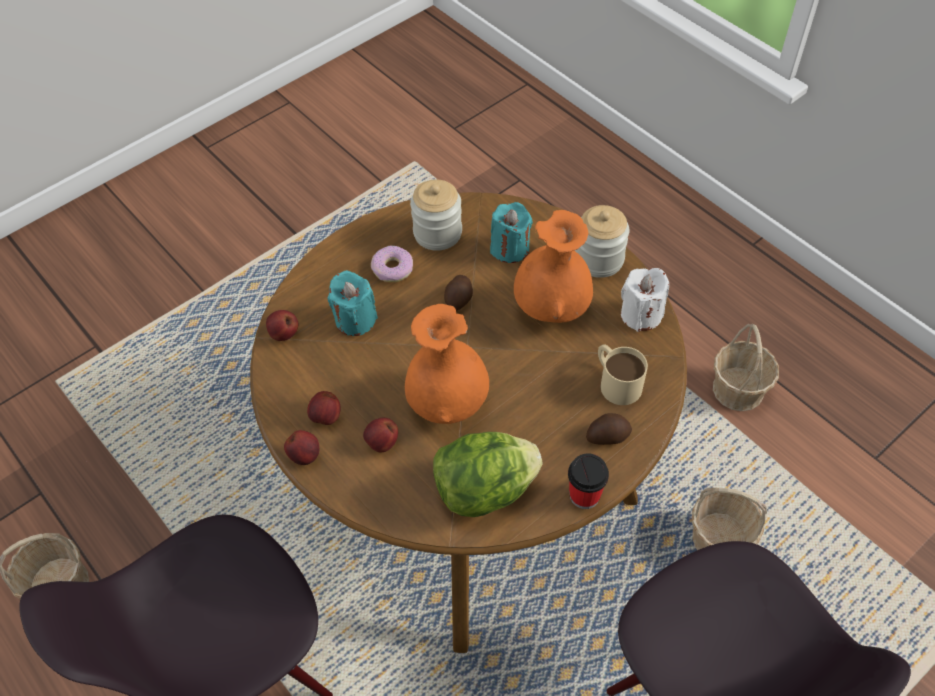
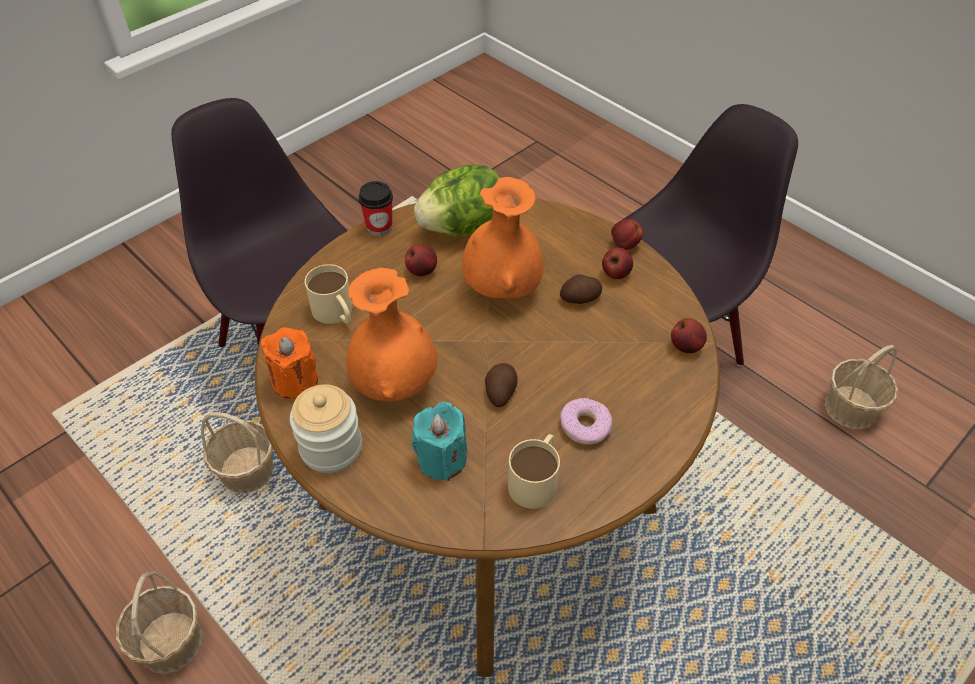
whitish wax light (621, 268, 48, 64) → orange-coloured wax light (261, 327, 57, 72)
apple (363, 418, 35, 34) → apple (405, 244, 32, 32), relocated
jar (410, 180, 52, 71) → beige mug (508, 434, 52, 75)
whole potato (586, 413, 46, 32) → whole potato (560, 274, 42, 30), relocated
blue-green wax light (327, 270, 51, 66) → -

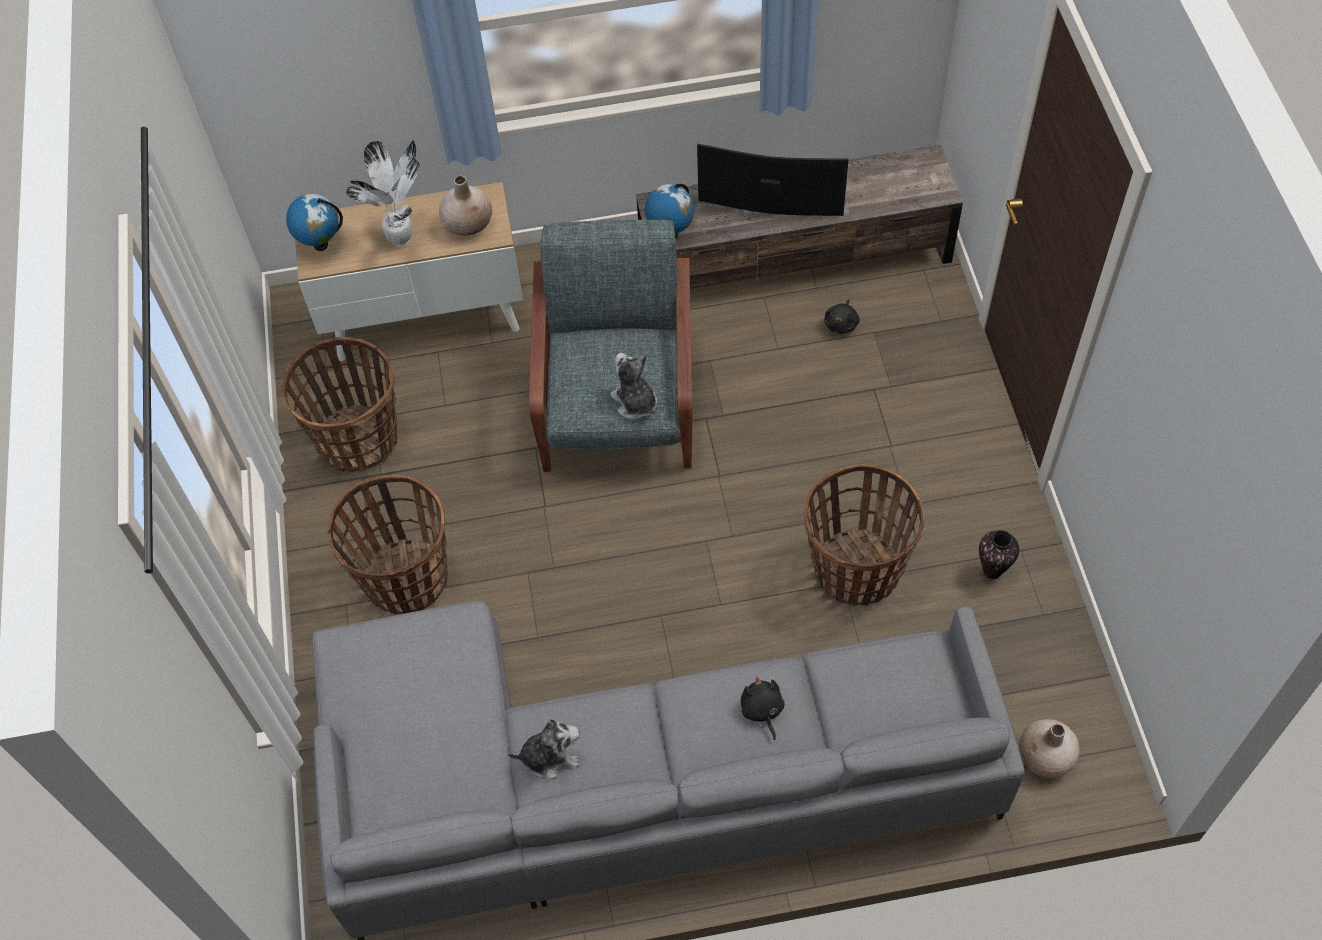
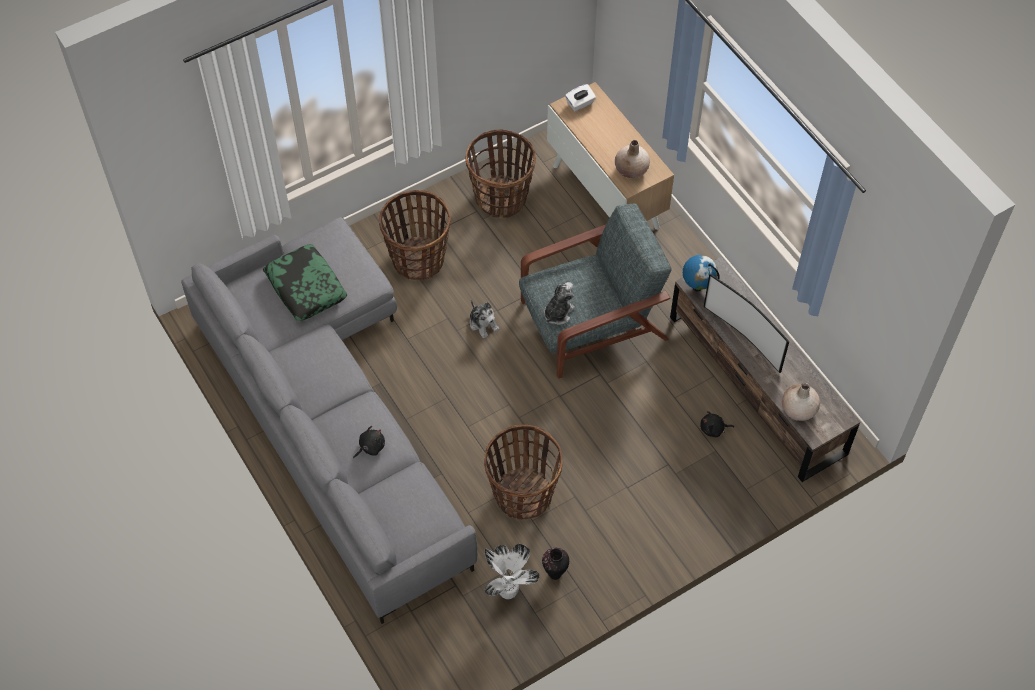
- → pillow (263, 245, 84, 76)
plush toy (508, 720, 72, 59) → plush toy (470, 300, 29, 38), relocated
houseplant (346, 140, 74, 106) → houseplant (485, 544, 55, 55), relocated
desk globe (286, 194, 57, 57) → whitish tissue box (565, 84, 31, 27)
television (697, 144, 152, 72) → television (704, 273, 85, 100), 150 degrees clockwise
beige decorative vase (1019, 719, 60, 59) → beige decorative vase (782, 383, 38, 38), relocated

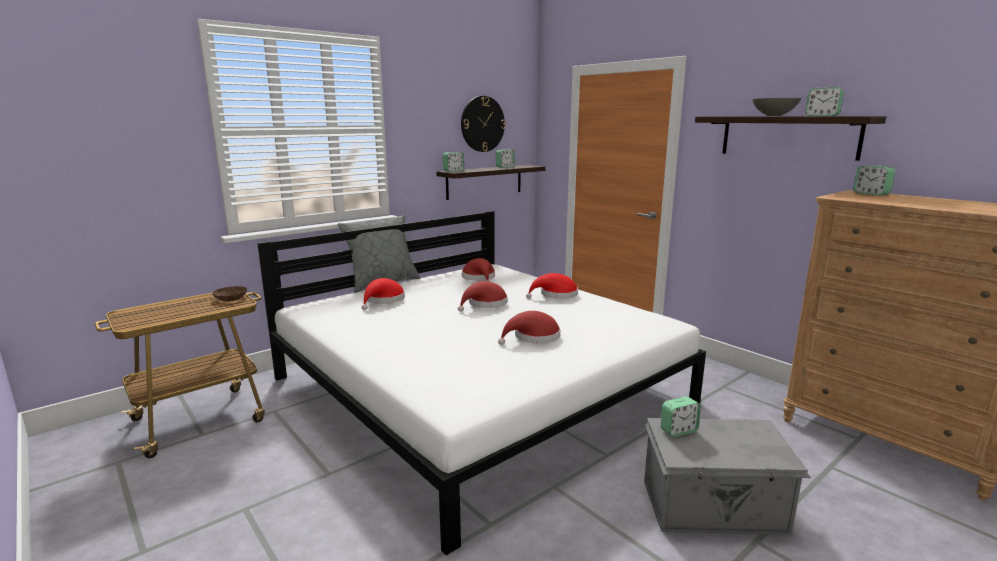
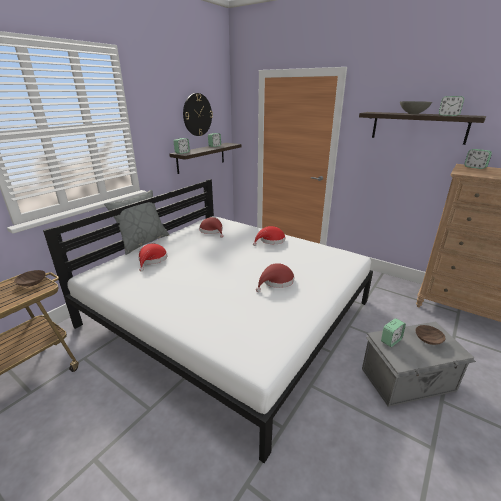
- → brownish deep dish (415, 325, 30, 20)
red-coloured hat (458, 281, 50, 31) → -

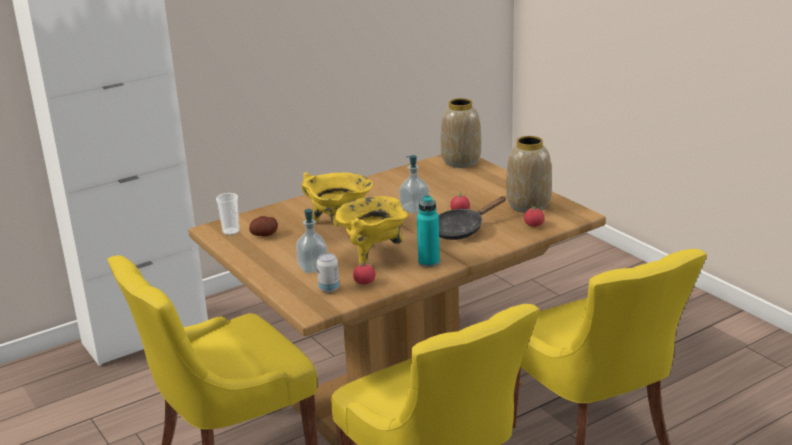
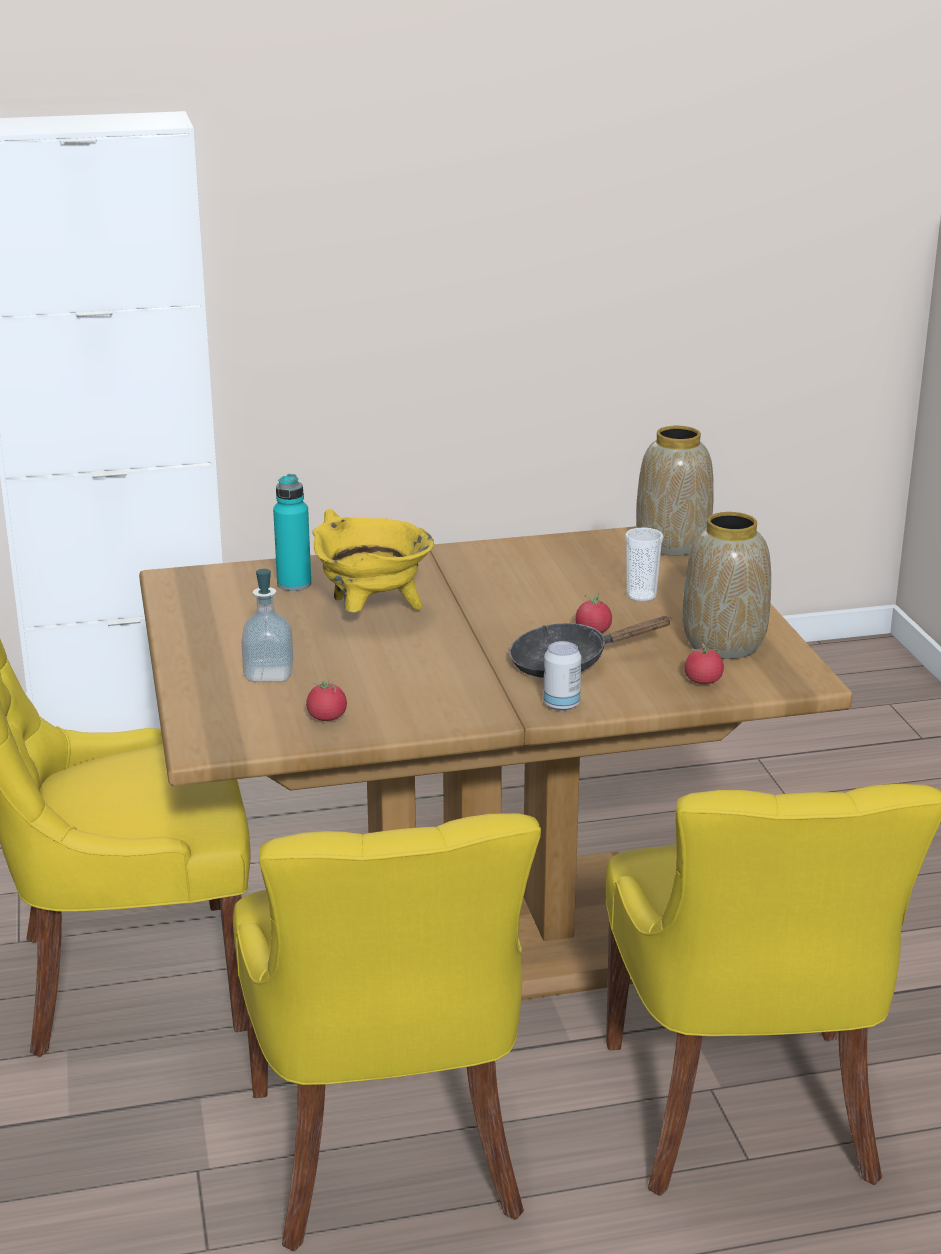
blue-green beverage bottle (417, 195, 23, 72) → blue-green beverage bottle (273, 474, 38, 117), relocated
sealed can (317, 253, 22, 40) → sealed can (543, 641, 38, 70), relocated
cup (216, 193, 23, 42) → cup (625, 527, 39, 75), relocated
whole potato (249, 216, 29, 20) → -
yellow saucepot (336, 196, 72, 69) → -
soap bottle (399, 155, 30, 59) → -

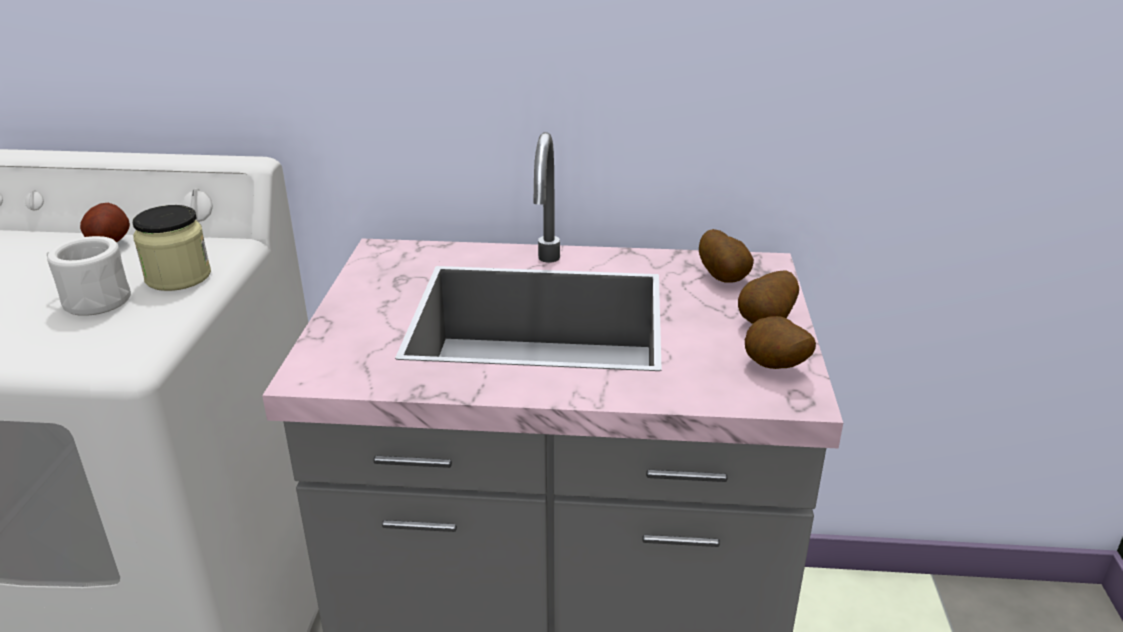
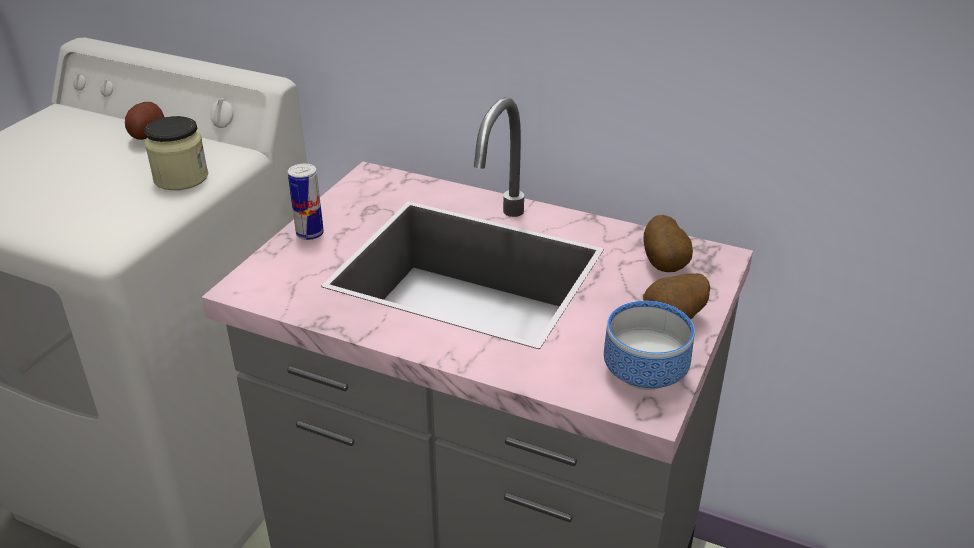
- → sealed can (288, 164, 36, 76)
whole potato (745, 316, 71, 53) → deep dish (604, 301, 91, 89)
whitish mug (47, 236, 84, 80) → -

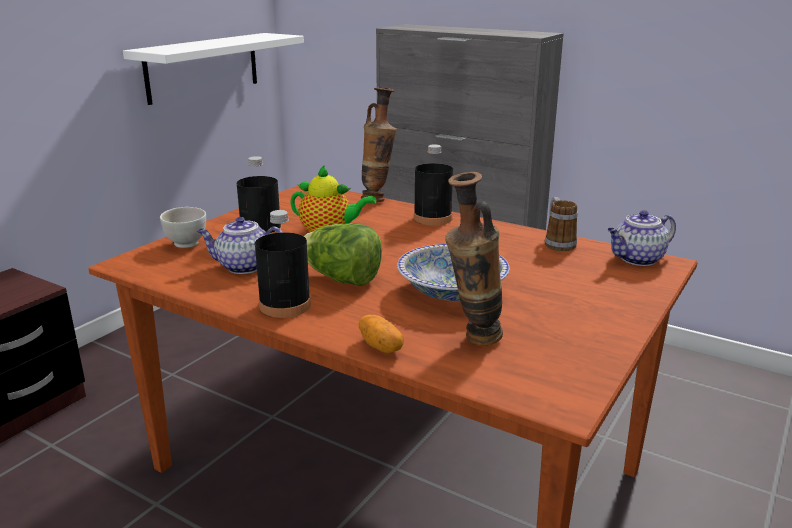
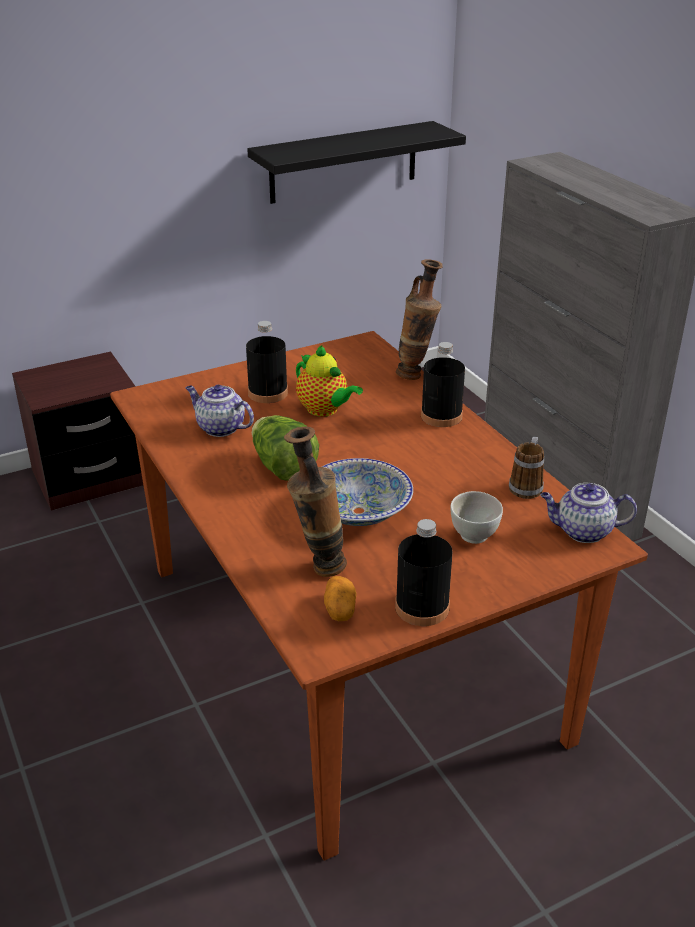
whitish shelf (123, 33, 181, 72) → black shelf (247, 121, 219, 83)
whole potato (359, 315, 45, 38) → whole potato (324, 576, 33, 45), relocated
black beverage bottle (255, 210, 56, 108) → black beverage bottle (395, 519, 58, 107), relocated
whitish deep dish (160, 207, 46, 41) → whitish deep dish (450, 491, 53, 53), relocated

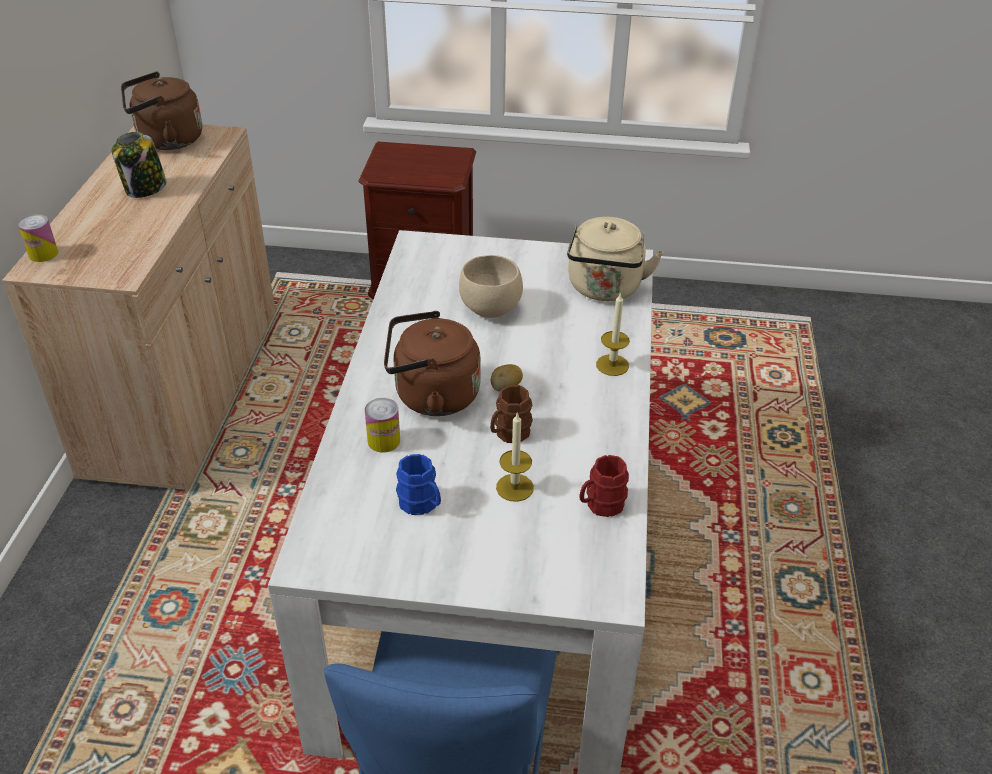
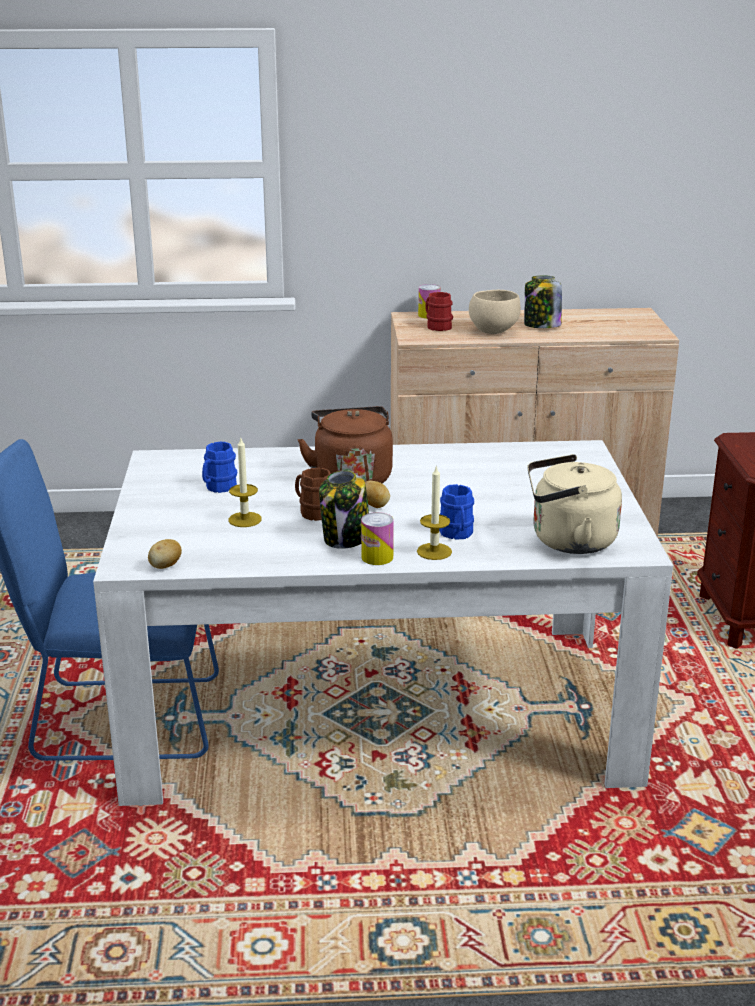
- → whole potato (148, 539, 34, 30)
- → jar (319, 470, 50, 79)
sealed can (365, 398, 35, 54) → sealed can (361, 512, 33, 53), relocated
red-coloured mug (579, 455, 50, 62) → red-coloured mug (425, 292, 28, 39), relocated
- → blue mug (439, 484, 35, 56)
beige deep dish (459, 255, 64, 63) → beige deep dish (469, 290, 52, 44), relocated
brownish kettle (121, 72, 81, 78) → -

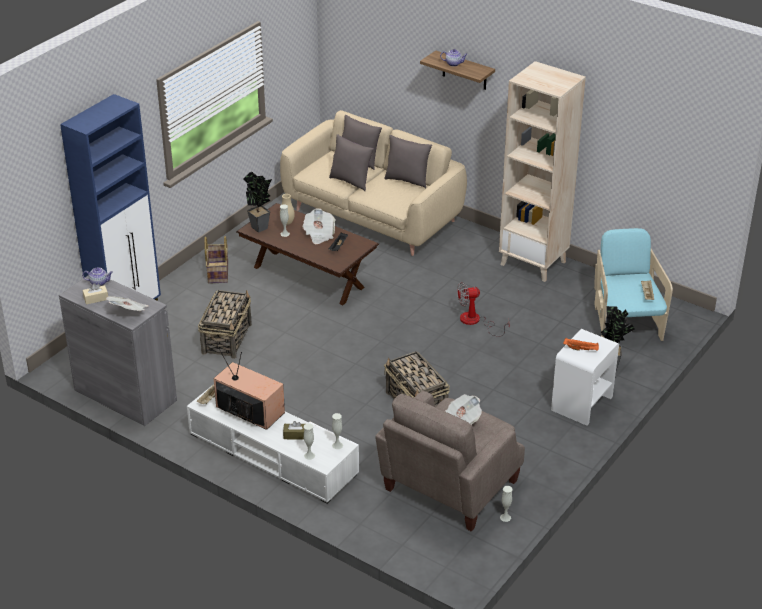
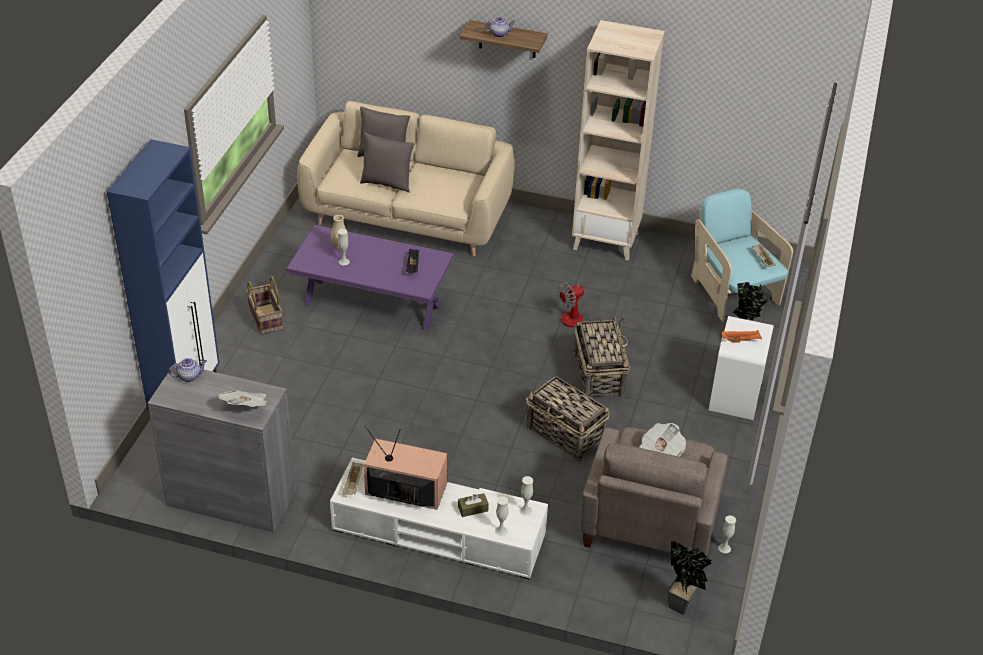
brownish coffee table (236, 203, 143, 102) → purplish coffee table (286, 225, 169, 107)
basket (198, 290, 54, 69) → basket (574, 316, 57, 81), relocated
houseplant (243, 172, 29, 60) → houseplant (667, 541, 45, 74), relocated
beige tissue box (82, 283, 26, 21) → -
newspaper (302, 208, 33, 36) → -
gray pillow (384, 135, 48, 53) → -

